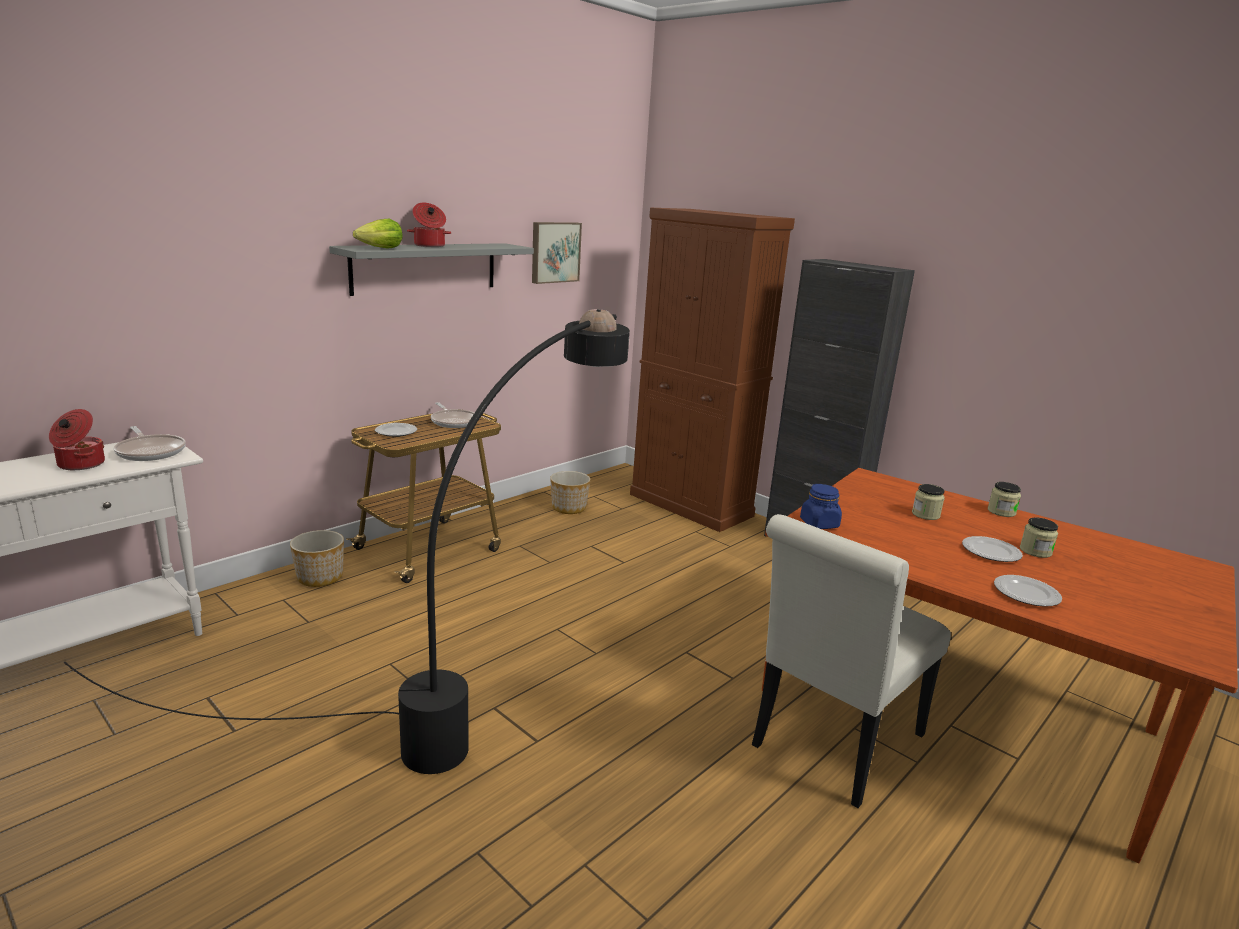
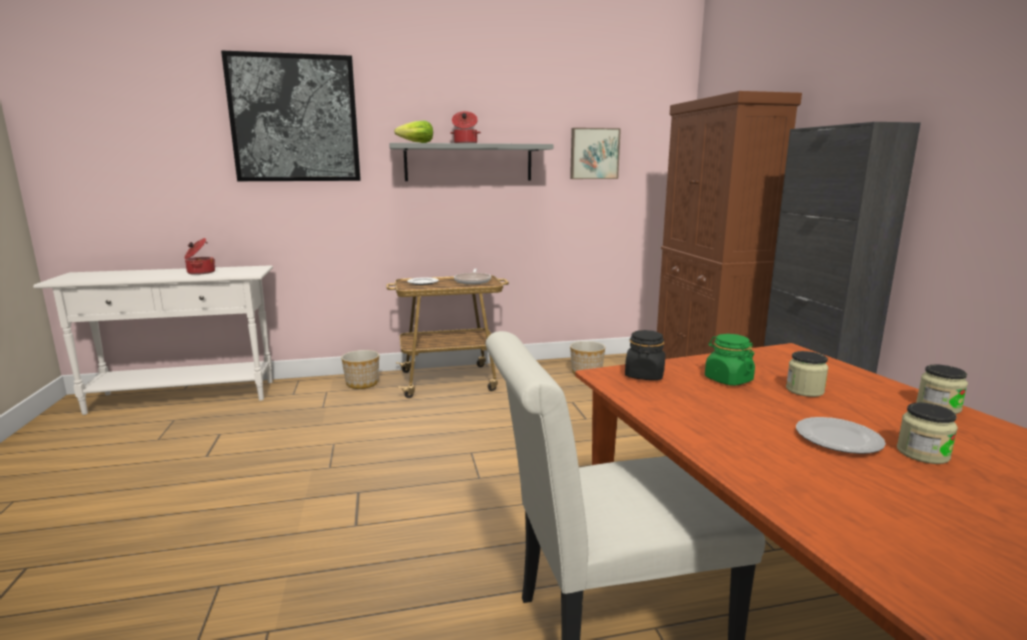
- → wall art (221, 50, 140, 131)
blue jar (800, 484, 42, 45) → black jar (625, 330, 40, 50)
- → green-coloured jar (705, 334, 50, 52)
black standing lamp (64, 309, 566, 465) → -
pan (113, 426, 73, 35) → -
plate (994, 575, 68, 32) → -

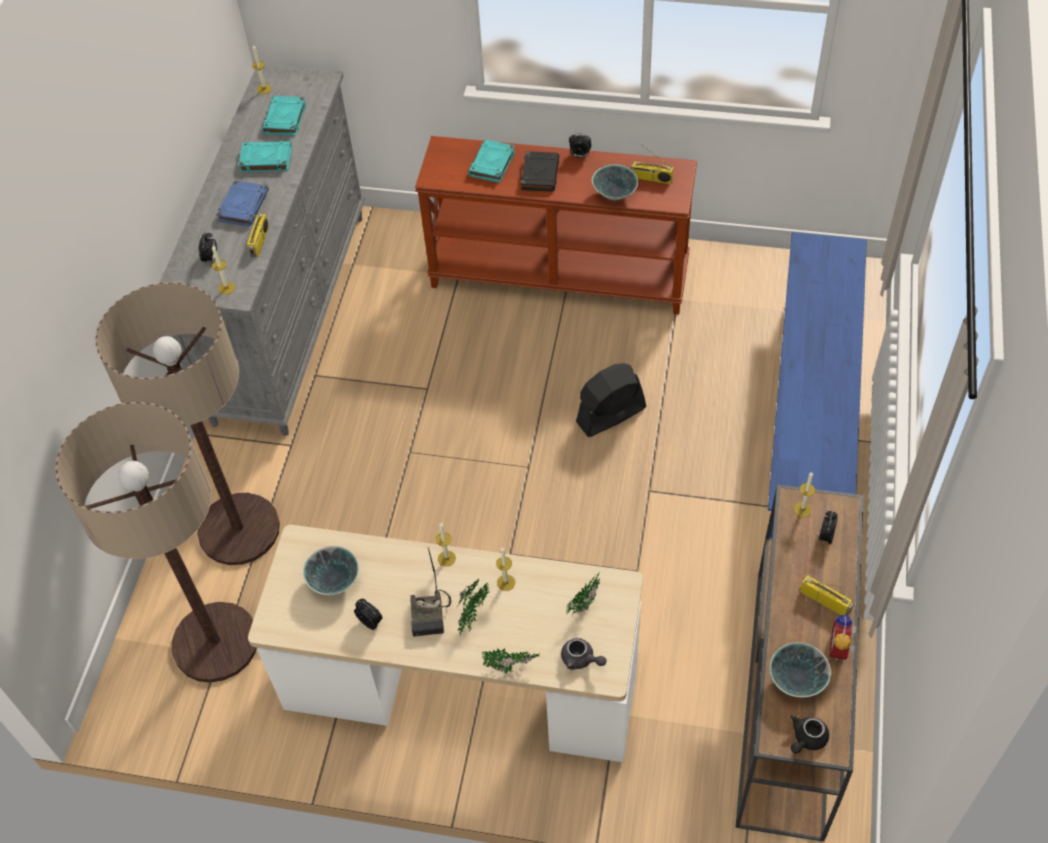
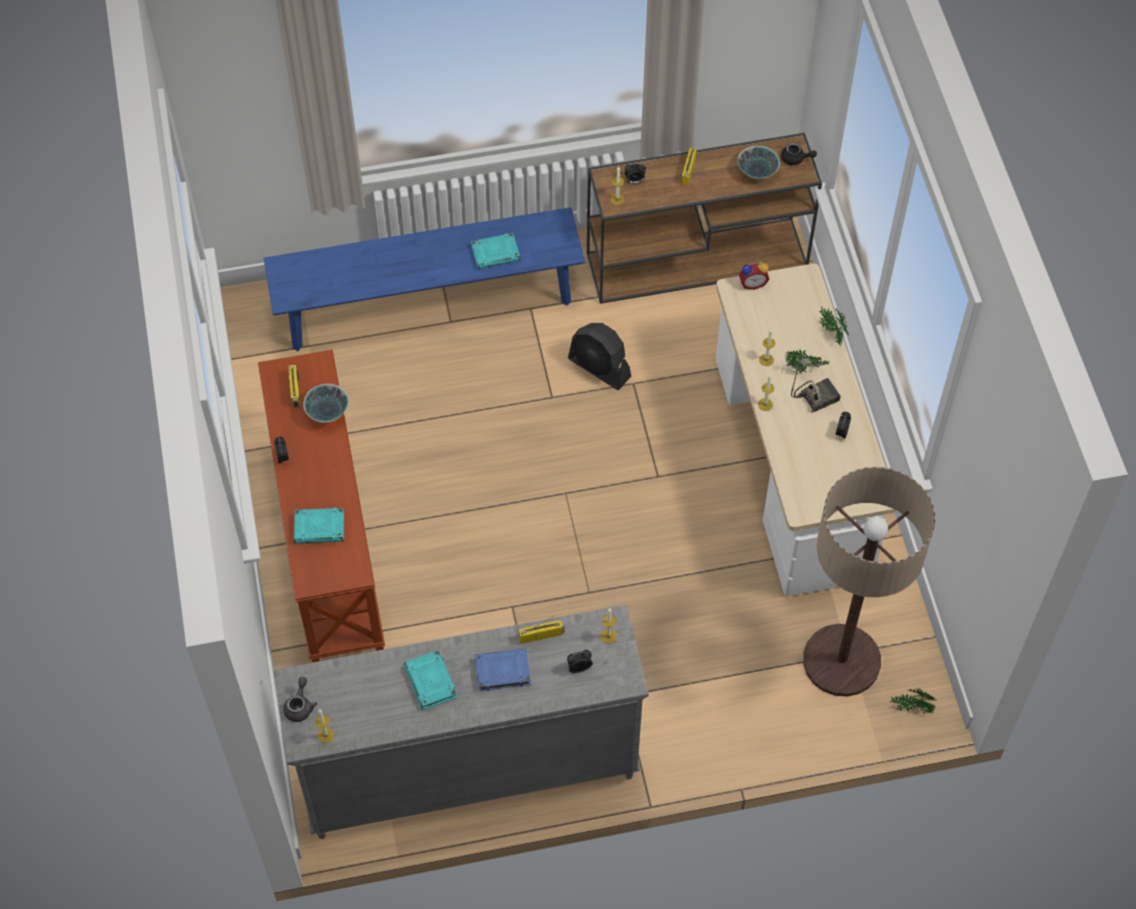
gray teapot (561, 638, 46, 32) → gray teapot (283, 677, 34, 45), relocated
blue-green bound book (262, 96, 44, 40) → blue-green bound book (471, 233, 50, 36), relocated
black fan (576, 363, 70, 74) → black fan (568, 323, 63, 67), relocated
alarm clock (830, 615, 27, 45) → alarm clock (739, 262, 30, 28), relocated
houseplant (566, 570, 35, 48) → houseplant (890, 688, 46, 26), relocated
standing lamp (95, 282, 185, 283) → -
deep dish (303, 546, 56, 49) → -
black bound book (521, 151, 38, 41) → -

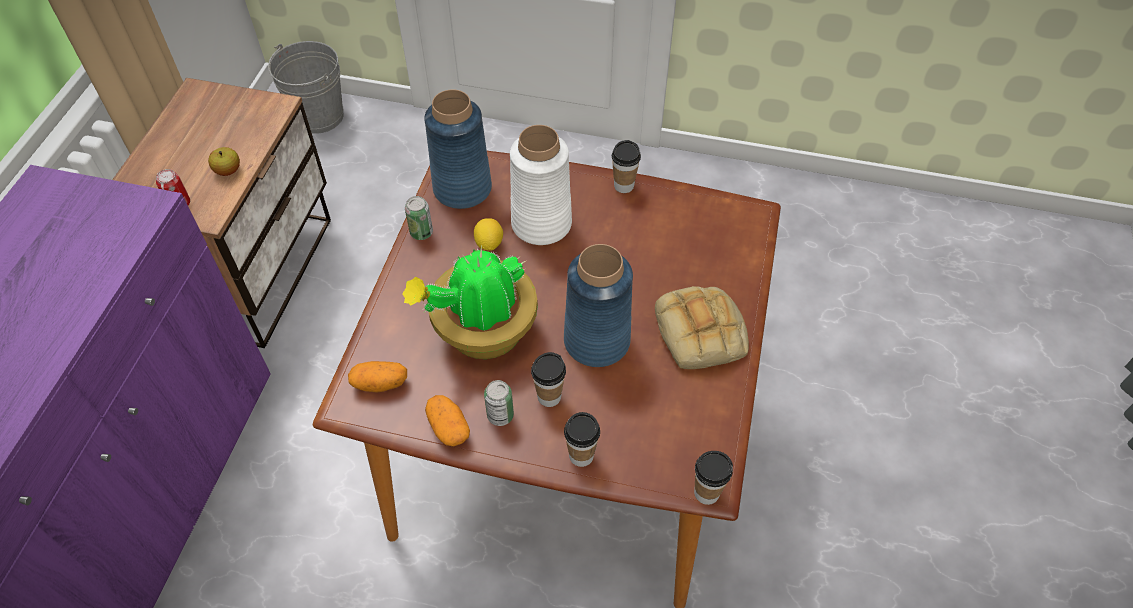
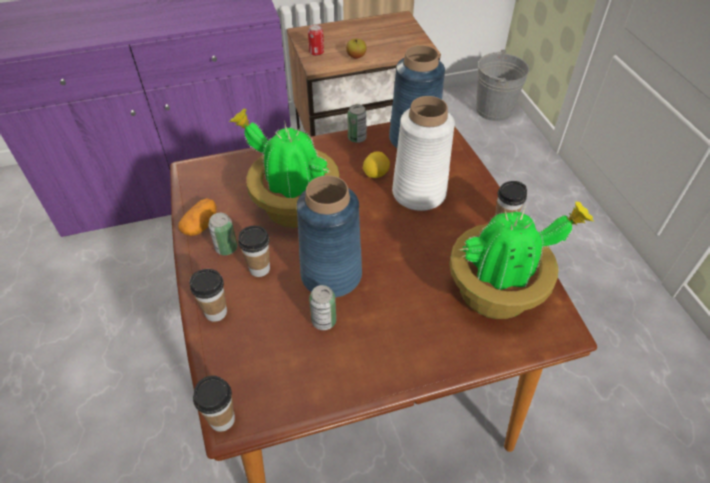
- → sealed can (309, 285, 27, 45)
- → houseplant (449, 201, 145, 118)
whole potato (348, 361, 59, 32) → -
bread (655, 286, 94, 83) → -

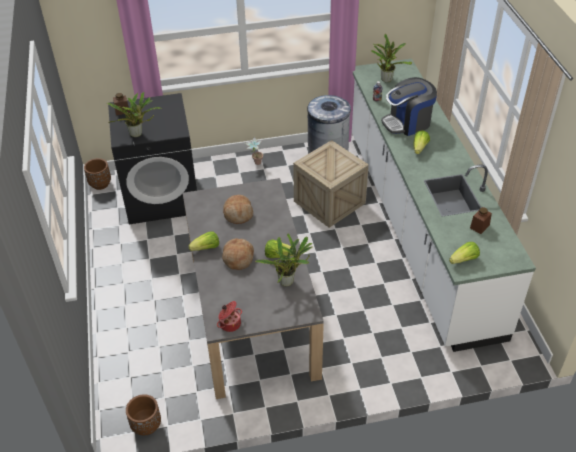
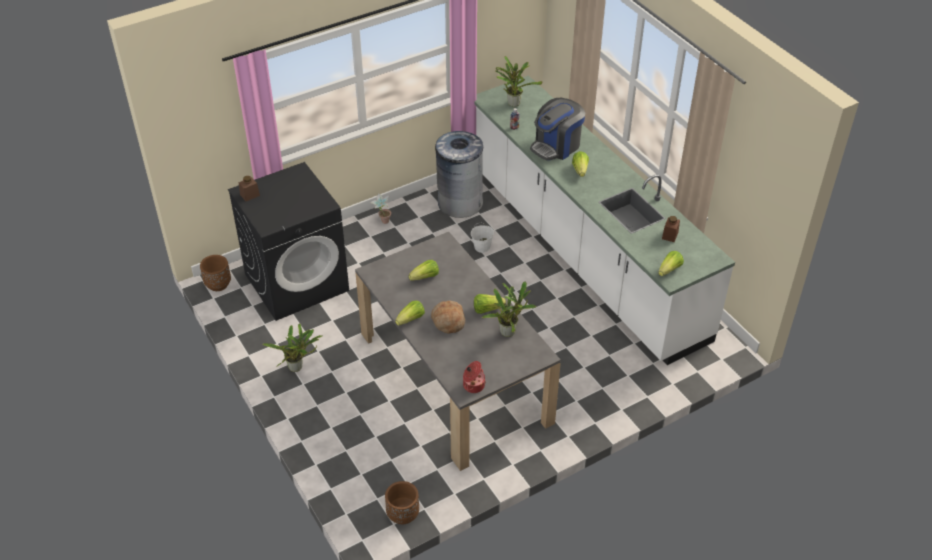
houseplant (107, 92, 55, 45) → houseplant (262, 323, 60, 49), relocated
bread (223, 195, 30, 29) → lettuce head (409, 260, 30, 21)
shipping crate (293, 140, 76, 88) → whitish bucket (471, 222, 23, 31)

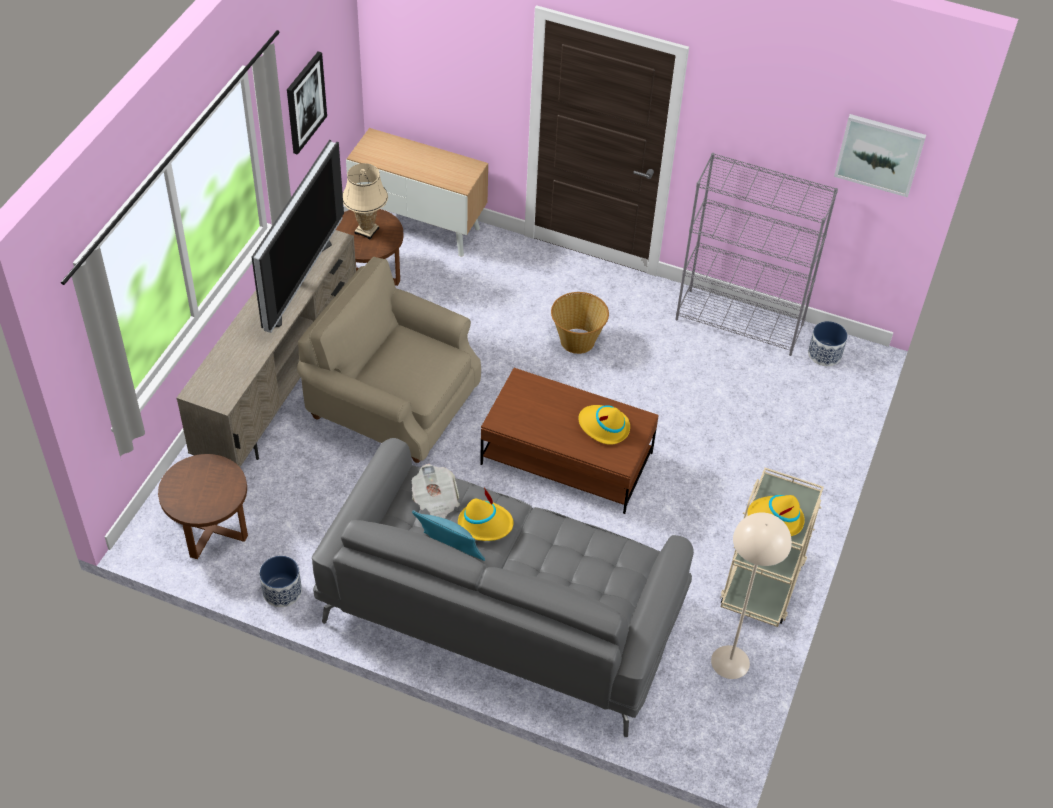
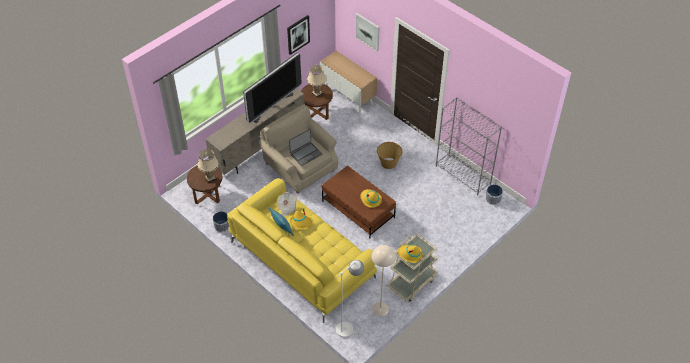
- → beige table lamp (197, 149, 22, 34)
gray settee (312, 438, 382, 299) → yellow settee (227, 178, 150, 145)
- → laptop (289, 129, 33, 37)
- → whitish standing lamp (336, 260, 28, 78)
wall art (834, 114, 92, 83) → wall art (355, 13, 25, 38), relocated

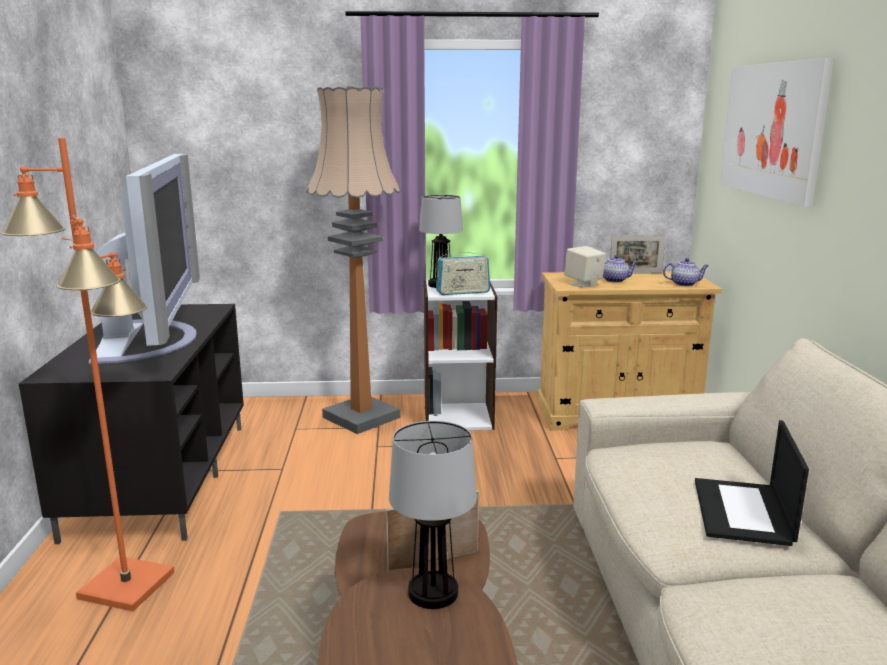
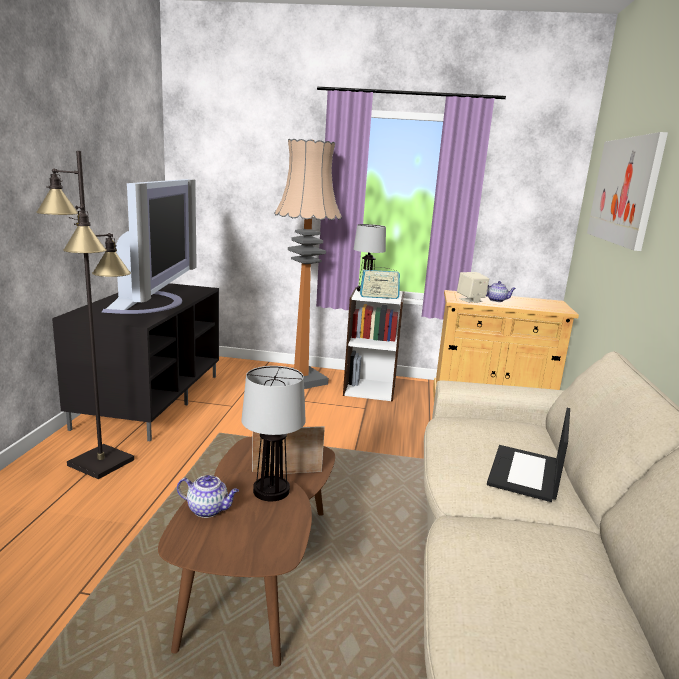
orange-coloured standing lamp (1, 137, 174, 474) → black standing lamp (36, 151, 98, 328)
teapot (663, 258, 46, 28) → teapot (177, 475, 62, 43), relocated
photo frame (610, 235, 56, 39) → -

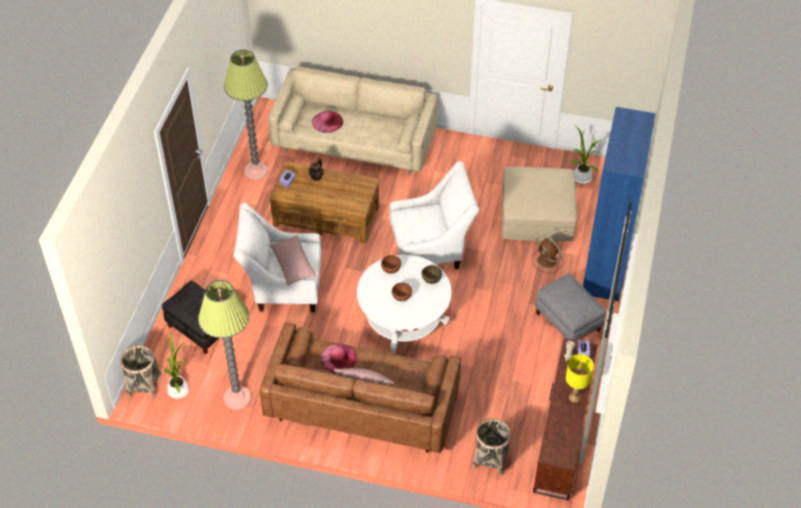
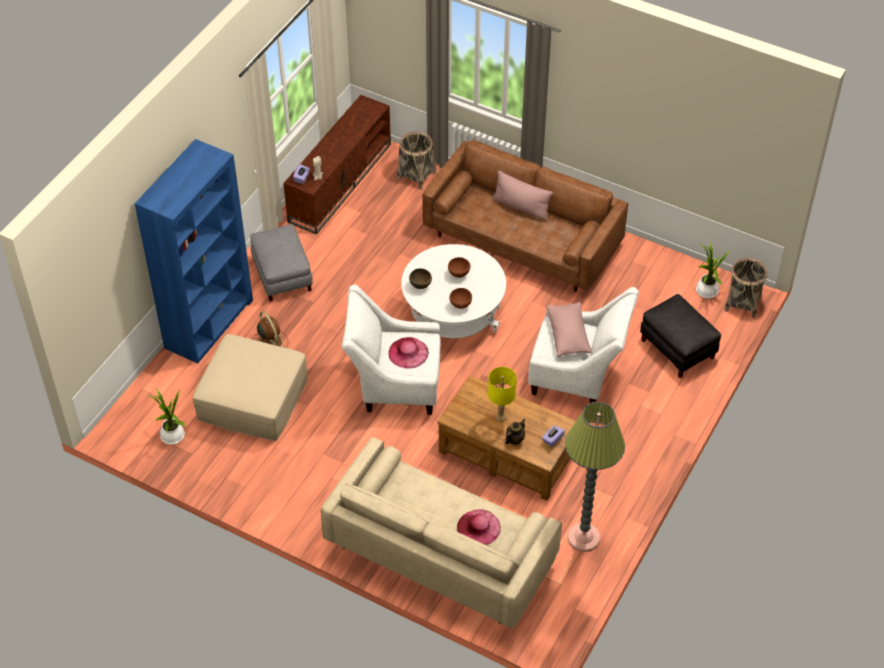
pinkish hat (320, 344, 37, 29) → pinkish hat (389, 337, 40, 31), relocated
yellow table lamp (566, 354, 28, 49) → yellow table lamp (488, 367, 29, 55), relocated
standing lamp (198, 280, 53, 130) → -

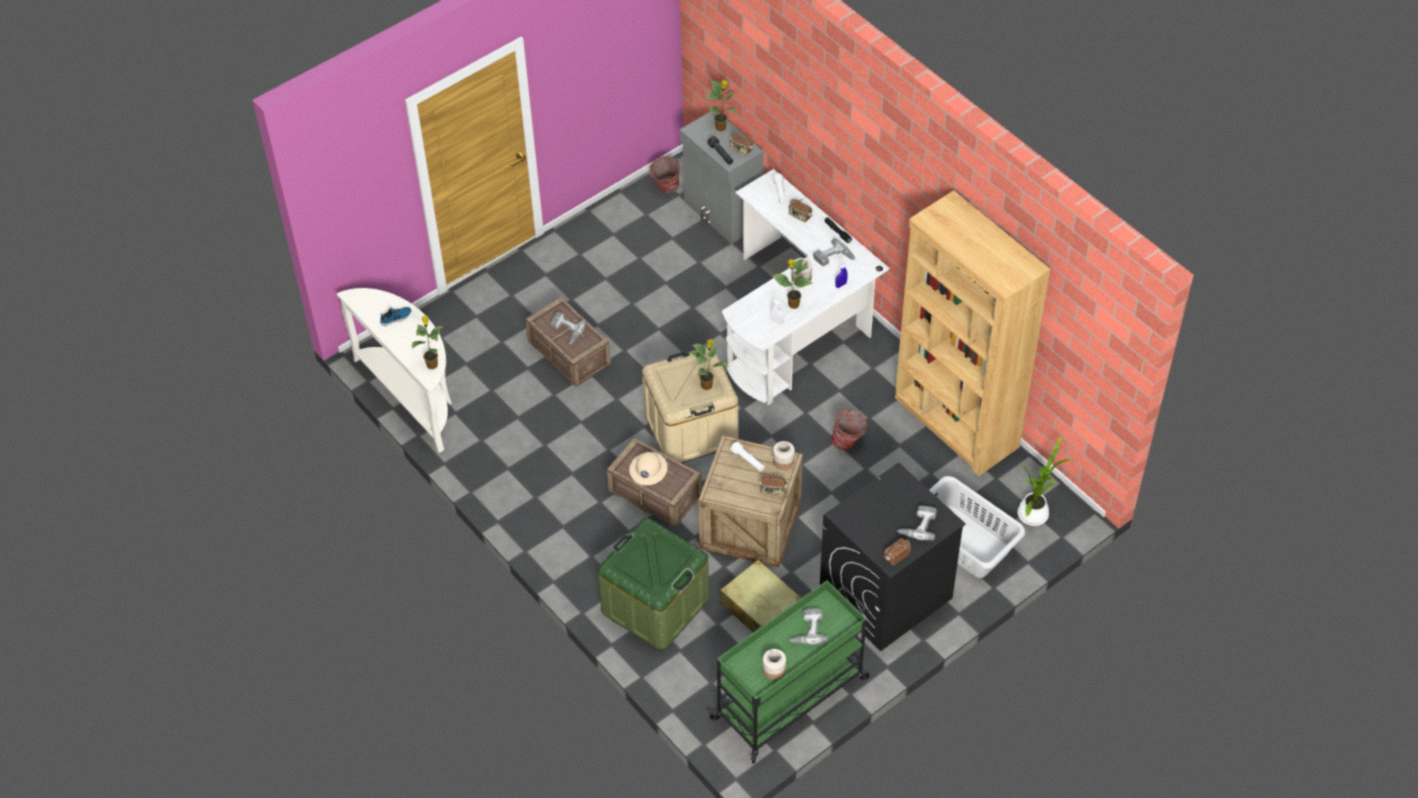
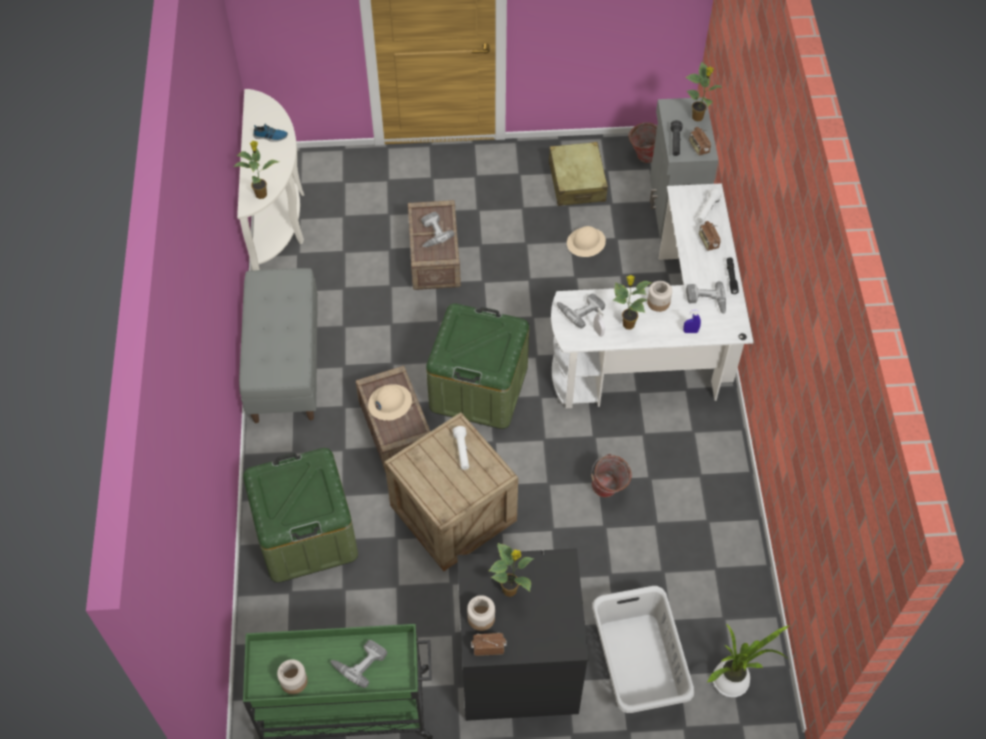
- → gray long seat (239, 268, 79, 155)
beige storage container (642, 347, 96, 116) → green-coloured storage container (426, 303, 103, 126)
jar (773, 441, 22, 29) → jar (467, 595, 28, 36), relocated
houseplant (688, 339, 41, 51) → houseplant (489, 543, 45, 54), relocated
beige travel case (720, 560, 82, 73) → beige travel case (549, 142, 59, 64), relocated
drill (897, 505, 40, 36) → drill (557, 294, 48, 34), relocated
- → beige work helmet (567, 226, 39, 31)
radio receiver (760, 471, 27, 25) → -
brownish bookshelf (895, 190, 155, 286) → -

